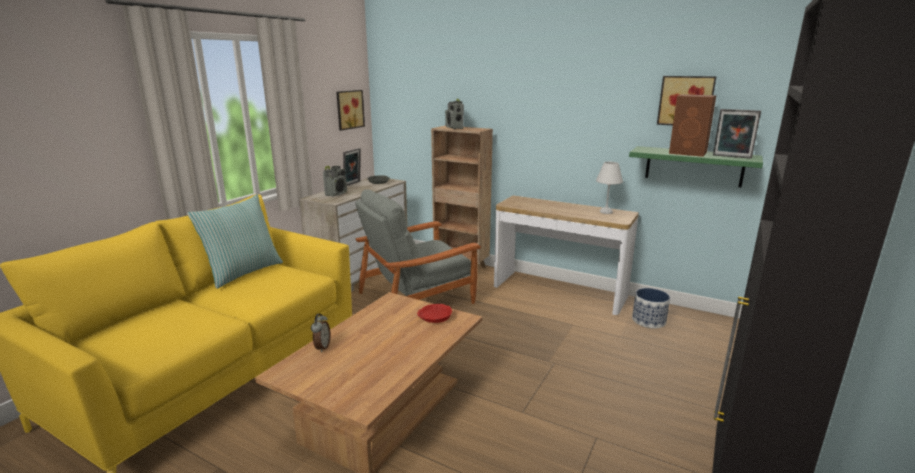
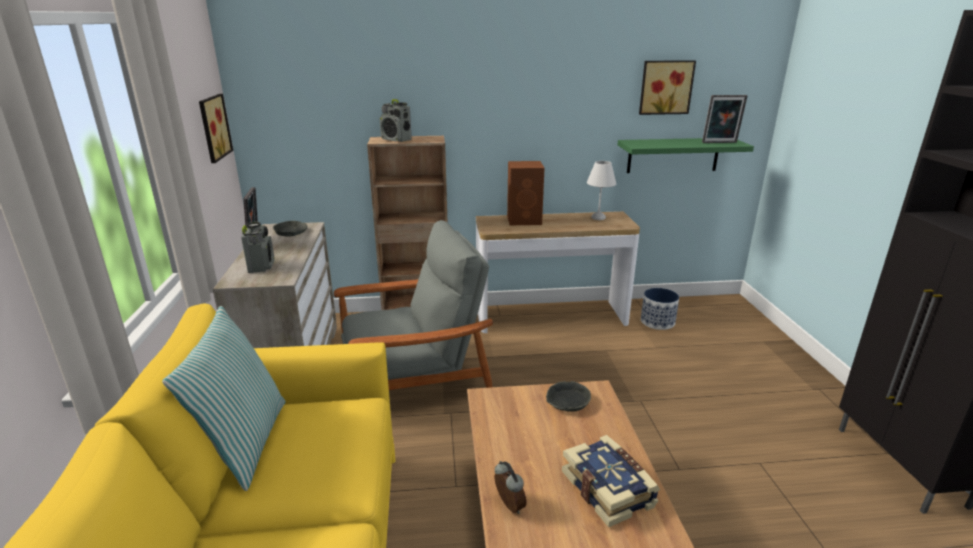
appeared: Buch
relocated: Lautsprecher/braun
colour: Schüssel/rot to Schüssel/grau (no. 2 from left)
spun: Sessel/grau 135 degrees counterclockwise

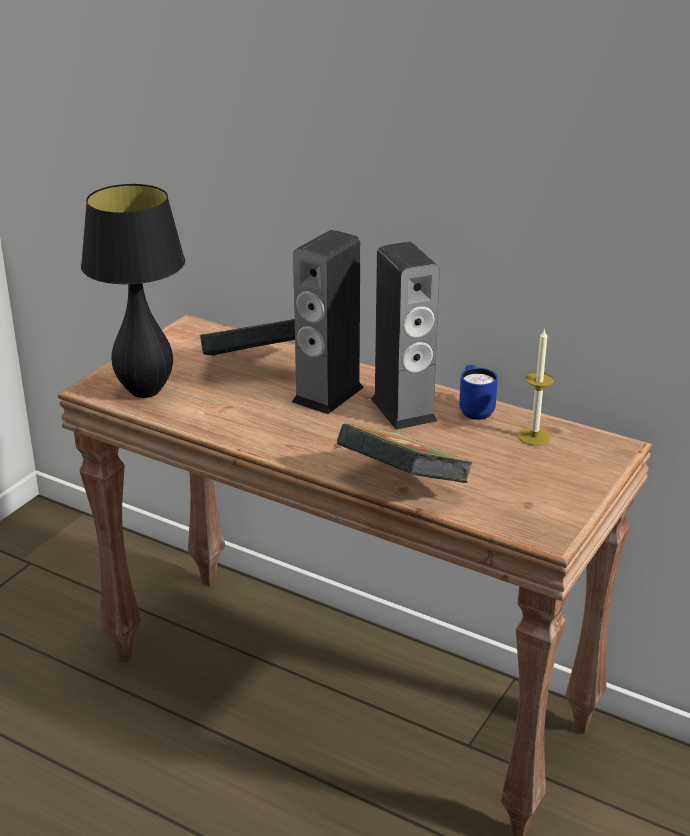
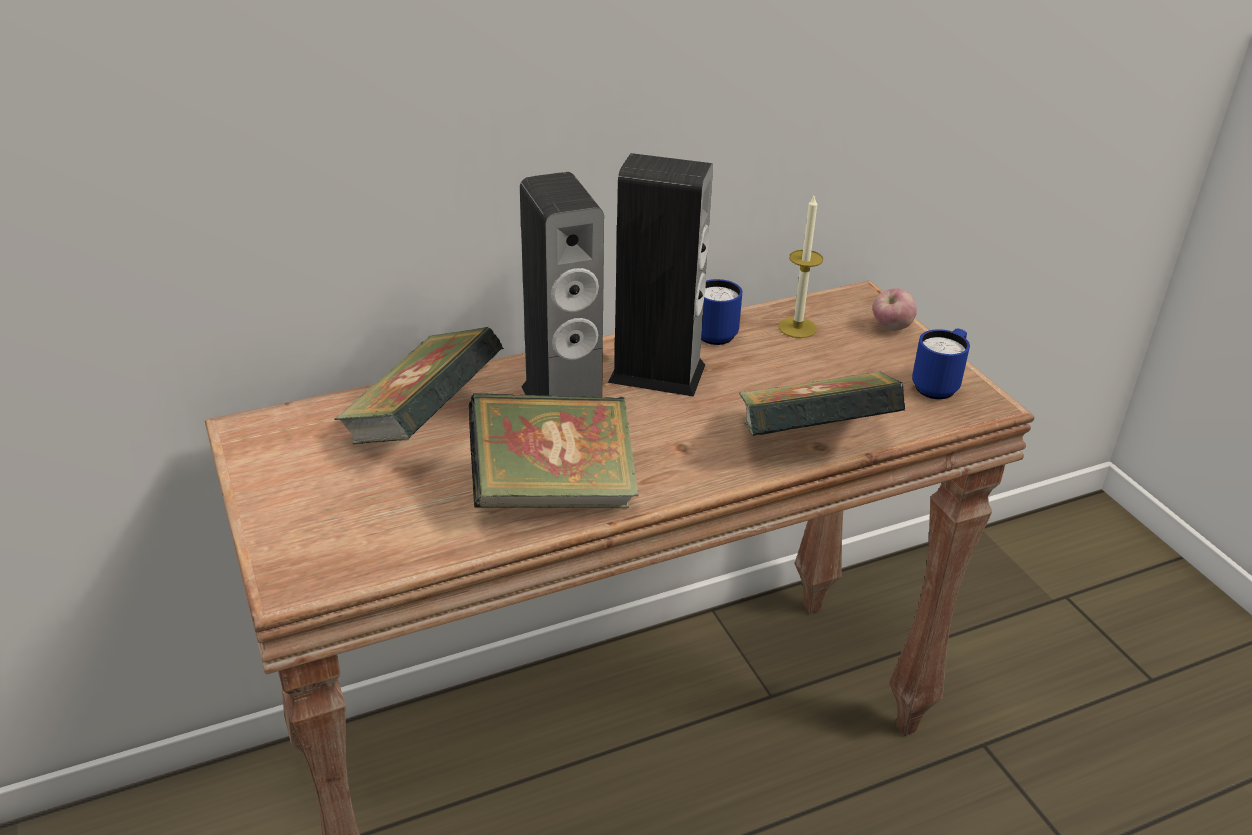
missing: Tischlampe/schwarz
appeared: Buch (no. 2 from left); Apfel; Henkelbecher/blau (no. 2 from left)

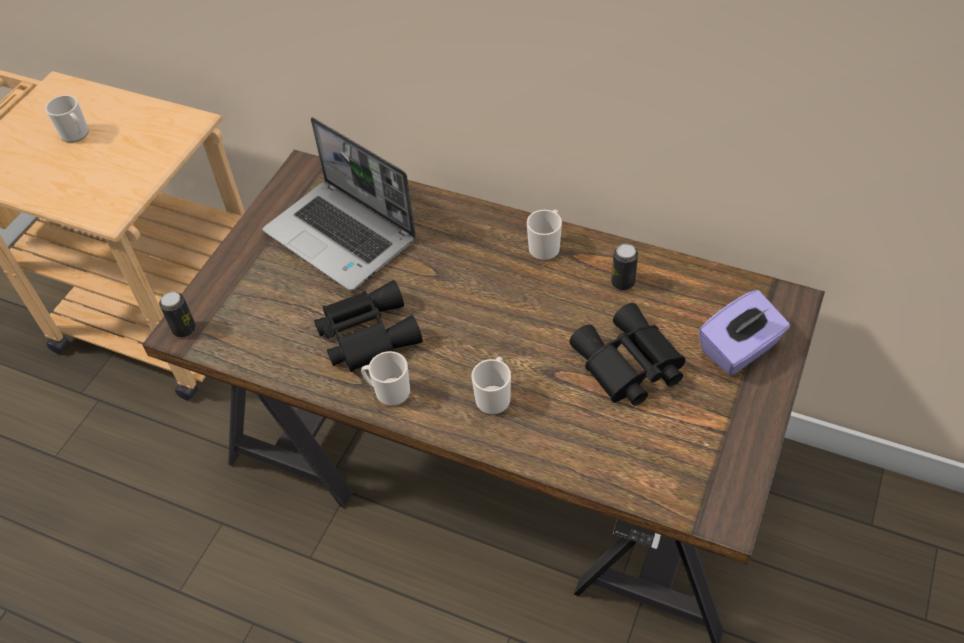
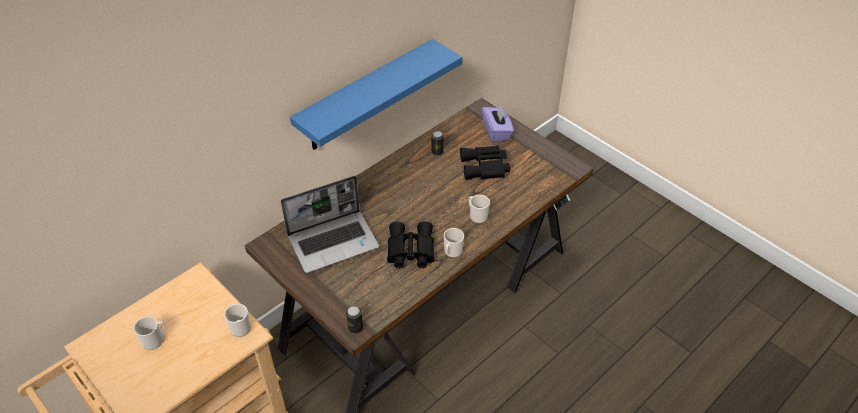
appeared: Wandregal/blau
relocated: Henkelbecher (no. 4 from left in the first image) to Henkelbecher (no. 2 from left)

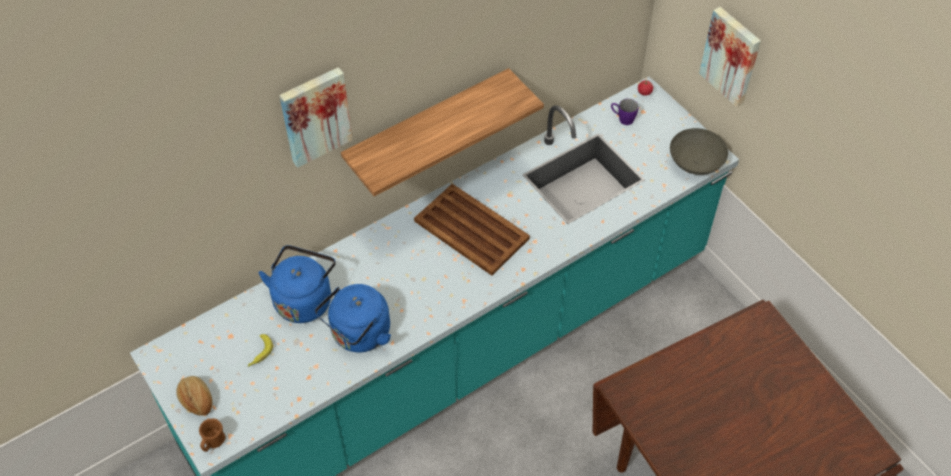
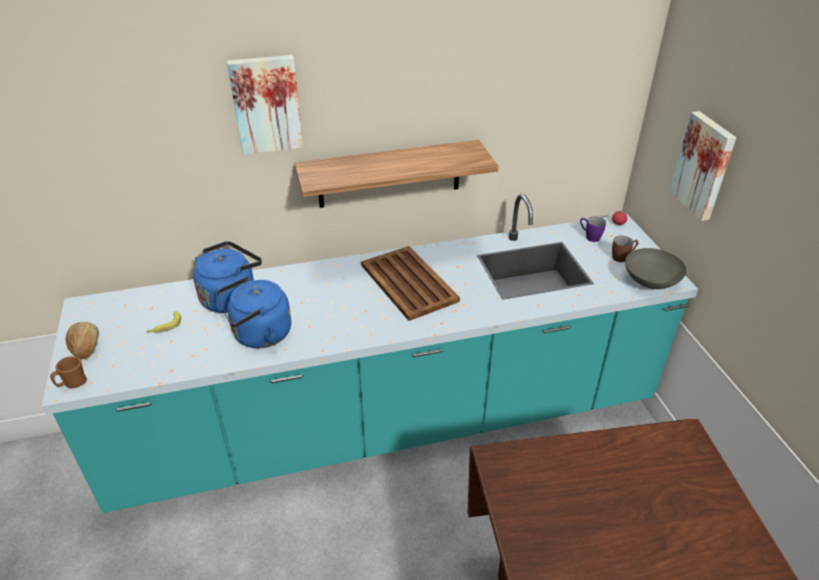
appeared: Henkelbecher/braun (no. 2 from left)

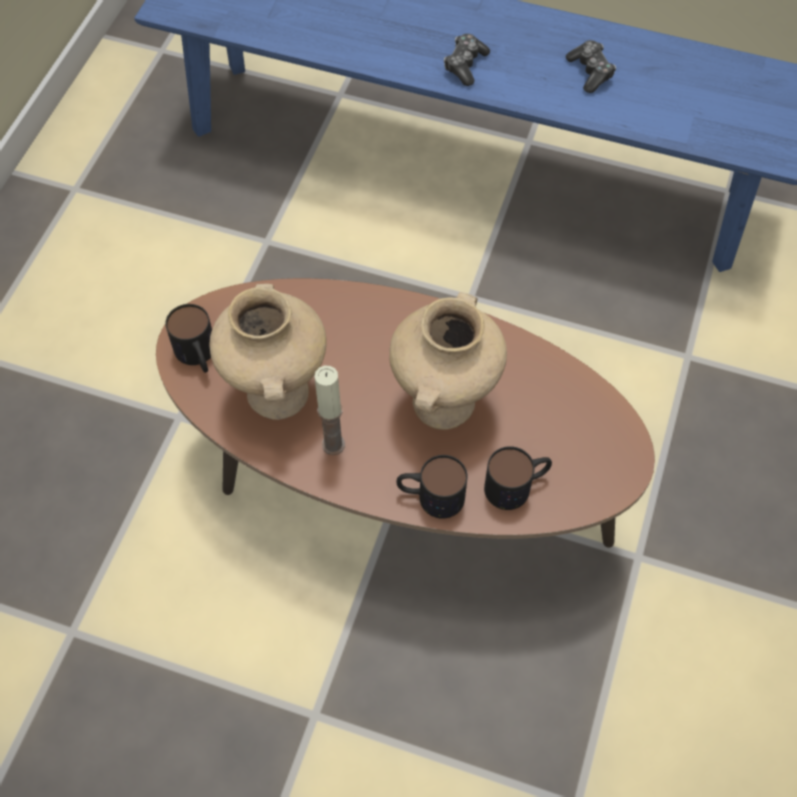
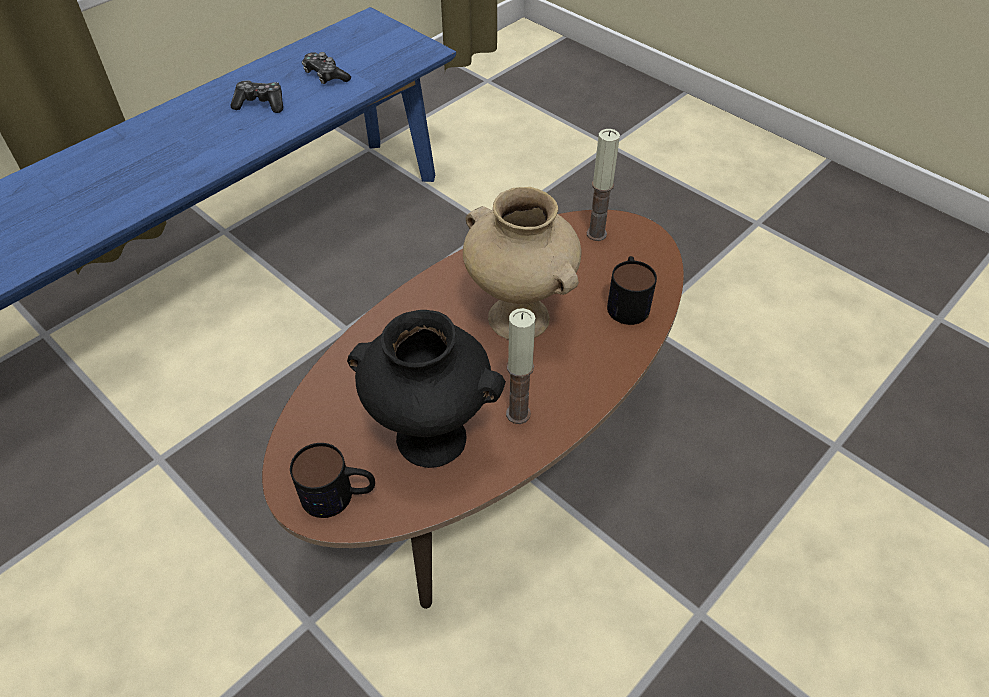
missing: Henkelbecher (no. 2 from left)
appeared: Kerze (no. 2 from left)
relocated: Gamepad (no. 1 from left in the first image) to Gamepad (no. 2 from left)
colour: Vase/beige (no. 1 from left) to Vase/schwarz

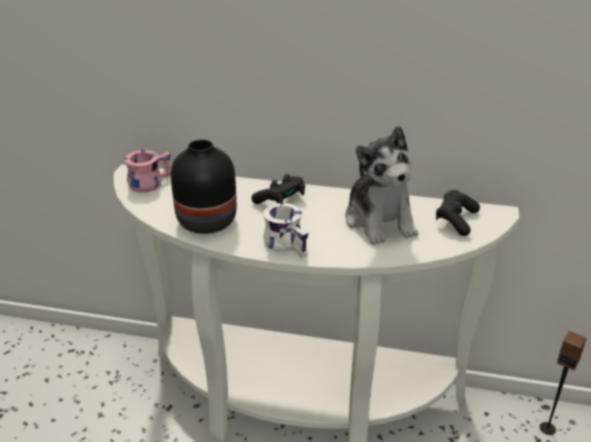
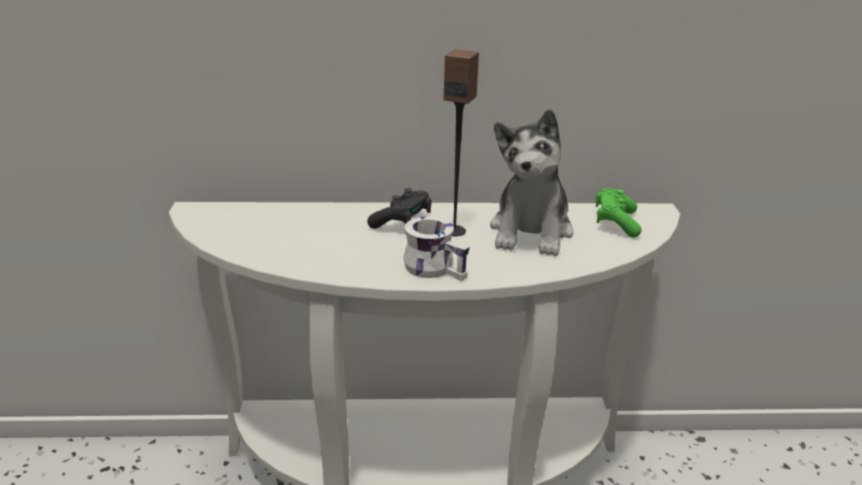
missing: Henkelbecher/rosa; Vase/schwarz
relocated: Lautsprecher
colour: Gamepad/schwarz (no. 2 from left) to Gamepad/grün
spun: Plüschtier 45 degrees clockwise

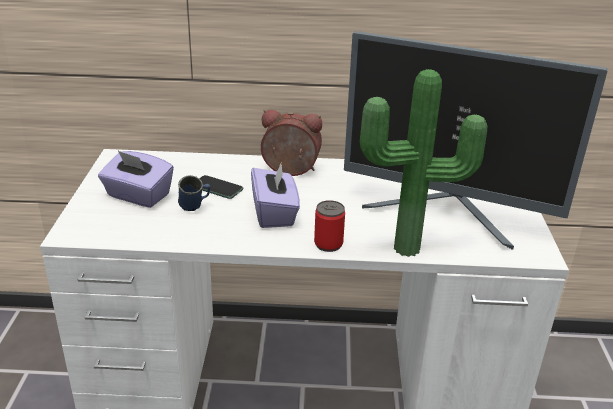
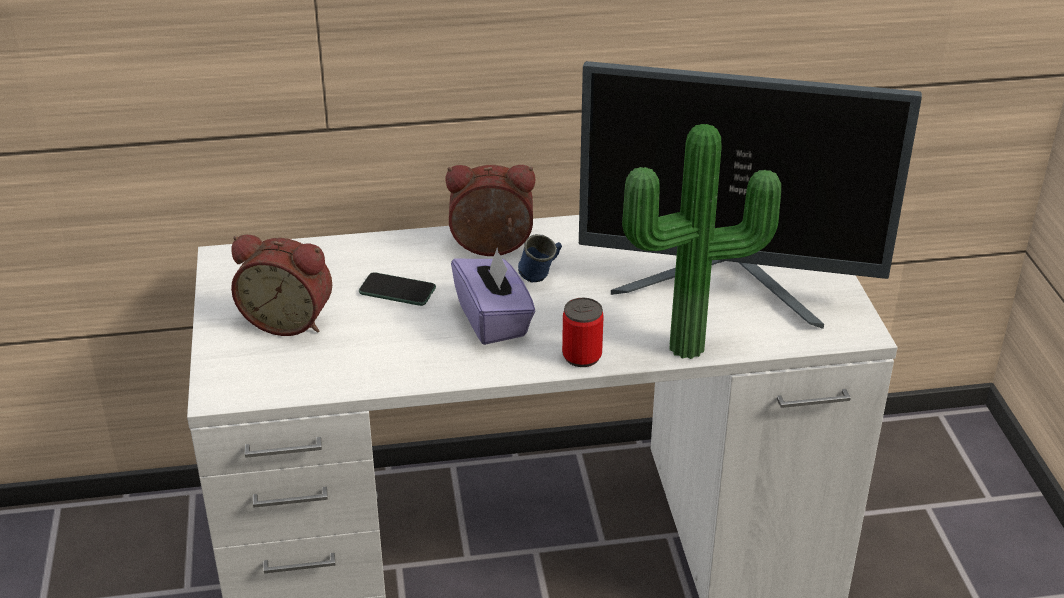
relocated: Henkelbecher/blau
exchanged: Taschentuchbox/lila (no. 1 from left) to Wecker (no. 1 from left)

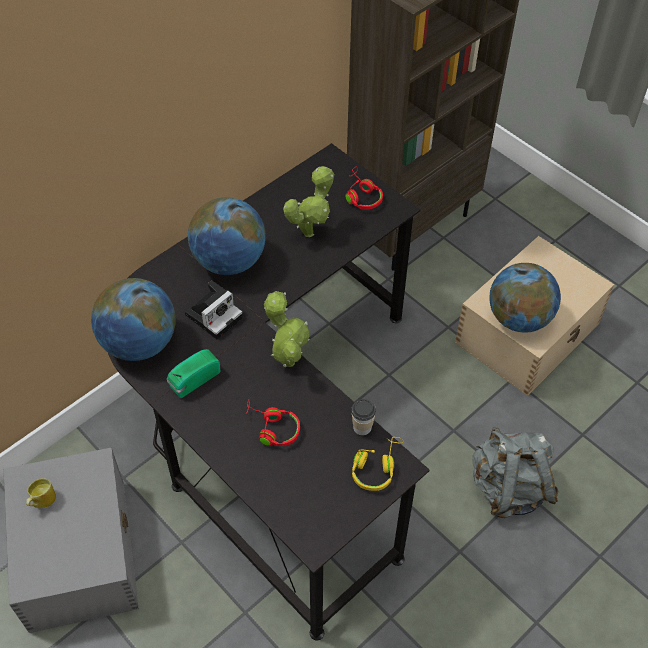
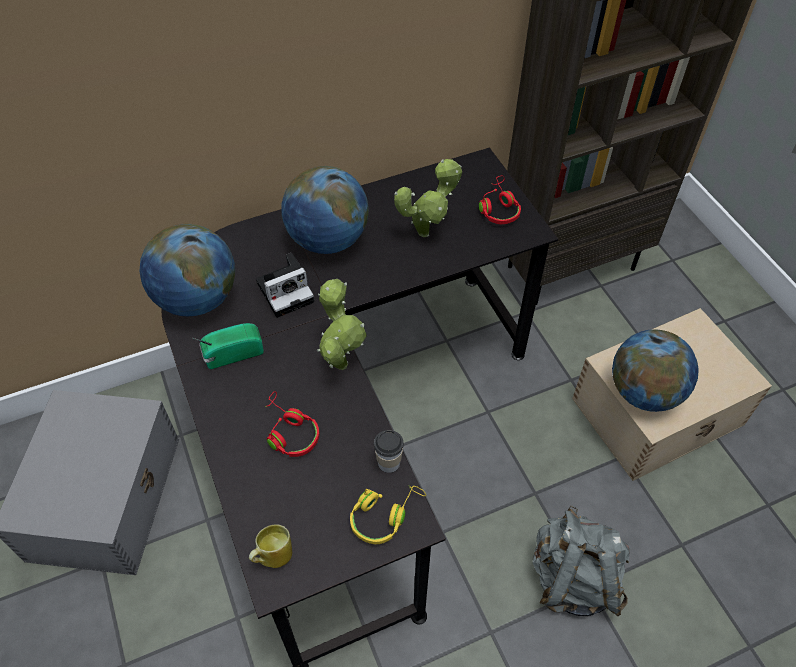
relocated: Henkelbecher

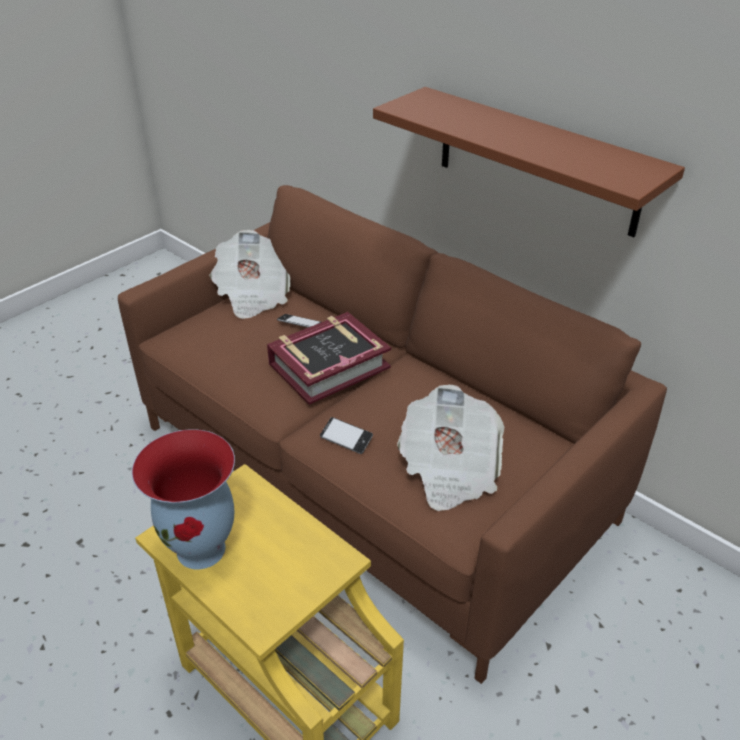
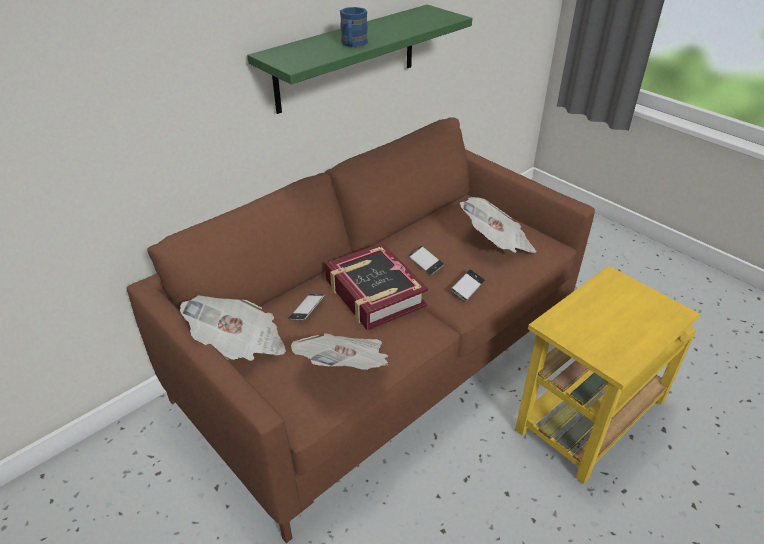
missing: Vase
appeared: Zeitung (no. 2 from left); Henkelbecher/blau; Handy (no. 2 from left)
colour: Wandregal/braun to Wandregal/grün

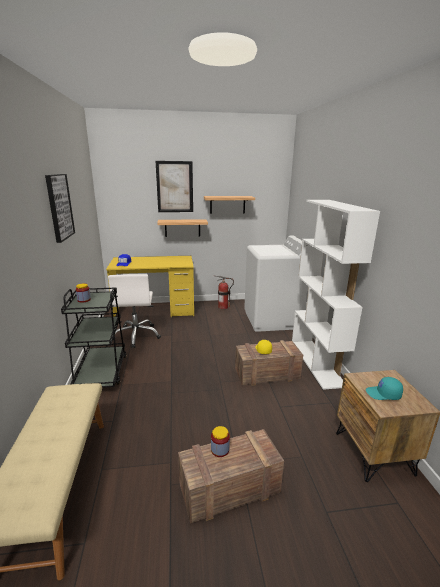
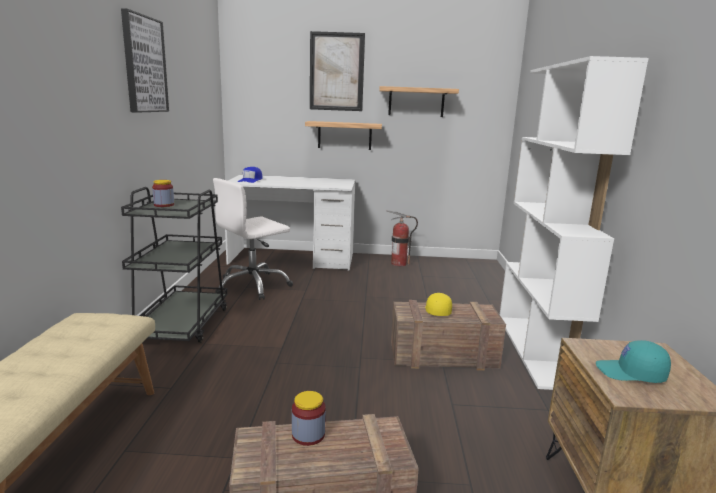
missing: Waschmaschine/weiß
colour: Schreibtisch/gelb to Schreibtisch/weiß
spun: Bürostuhl/weiß 45 degrees clockwise

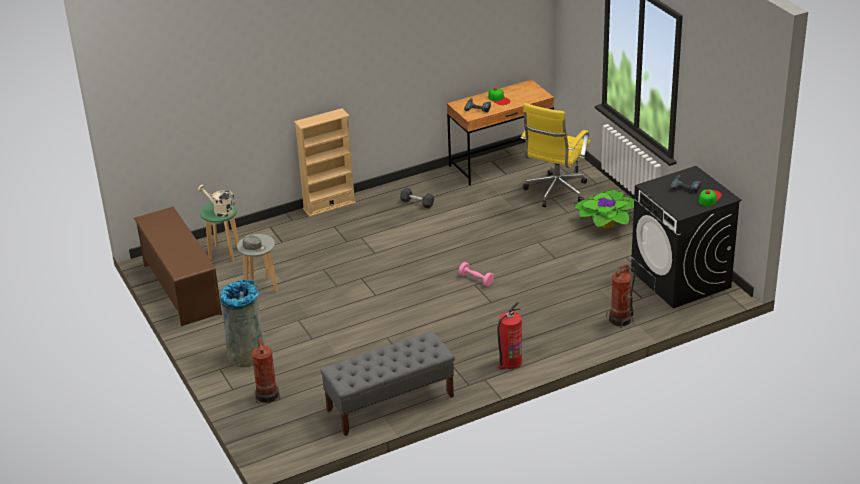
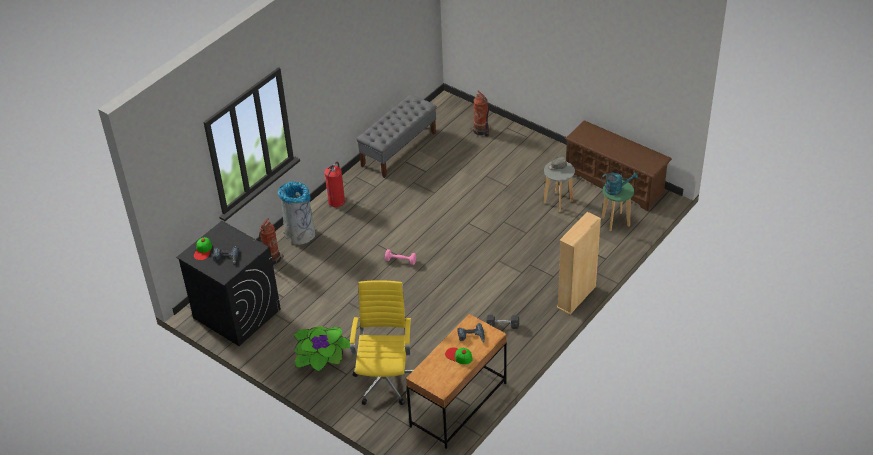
relocated: Mülleimer/grau
colour: Gießkanne/beige to Gießkanne/türkis

